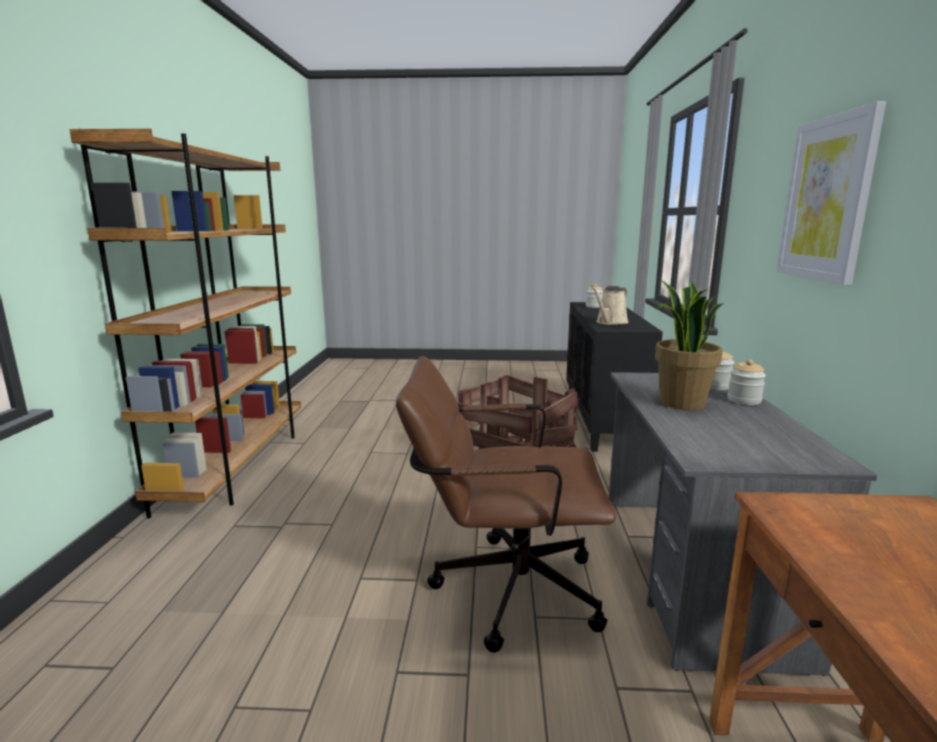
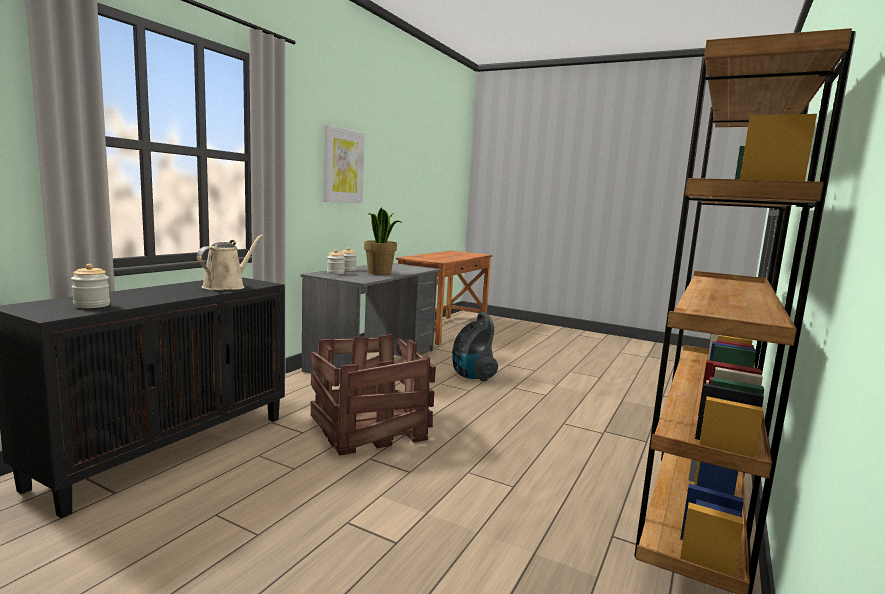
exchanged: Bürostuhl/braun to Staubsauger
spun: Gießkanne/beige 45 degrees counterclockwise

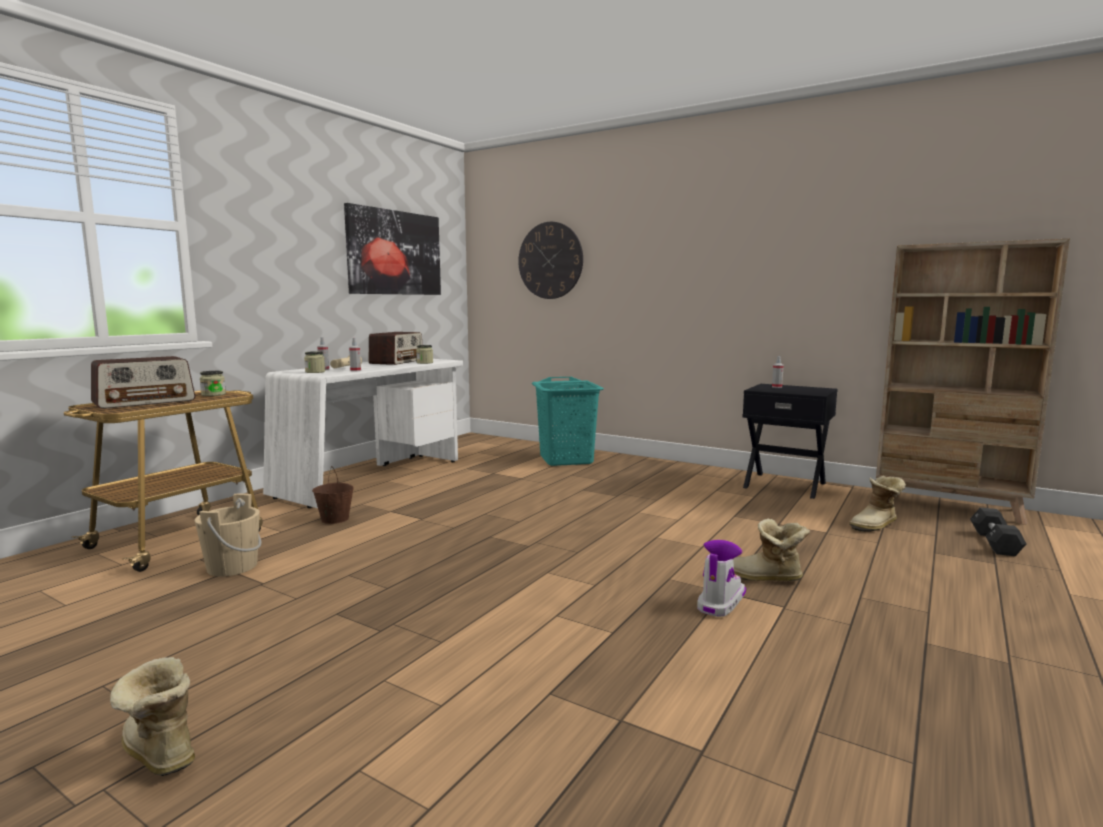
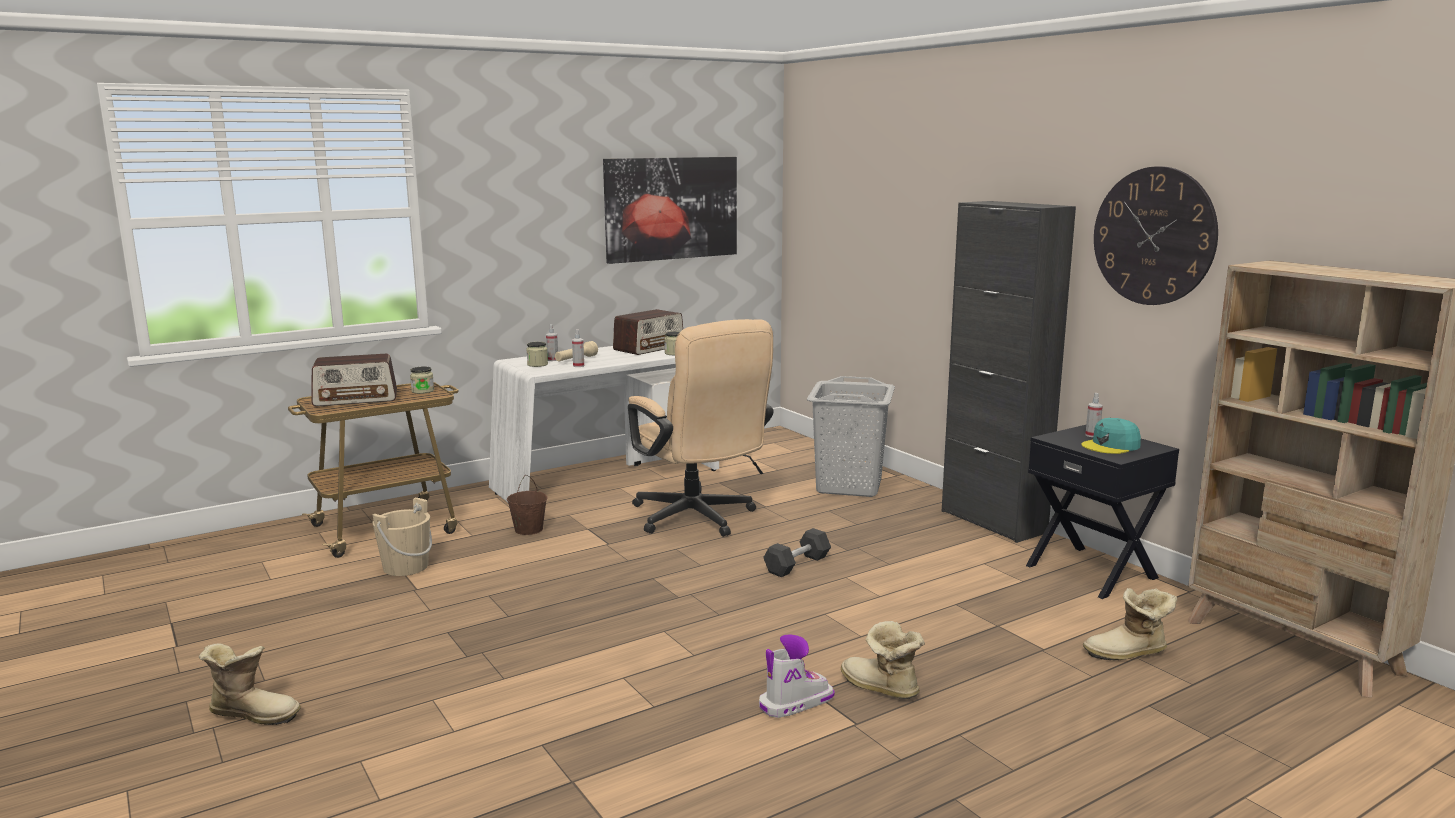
appeared: Bürostuhl/beige; Schrank/schwarz; Kappe/türkis
relocated: Wanduhr; Hantel/schwarz
colour: Wäschekorb/türkis to Wäschekorb/grau
spun: Stiefel (no. 1 from left) 120 degrees clockwise

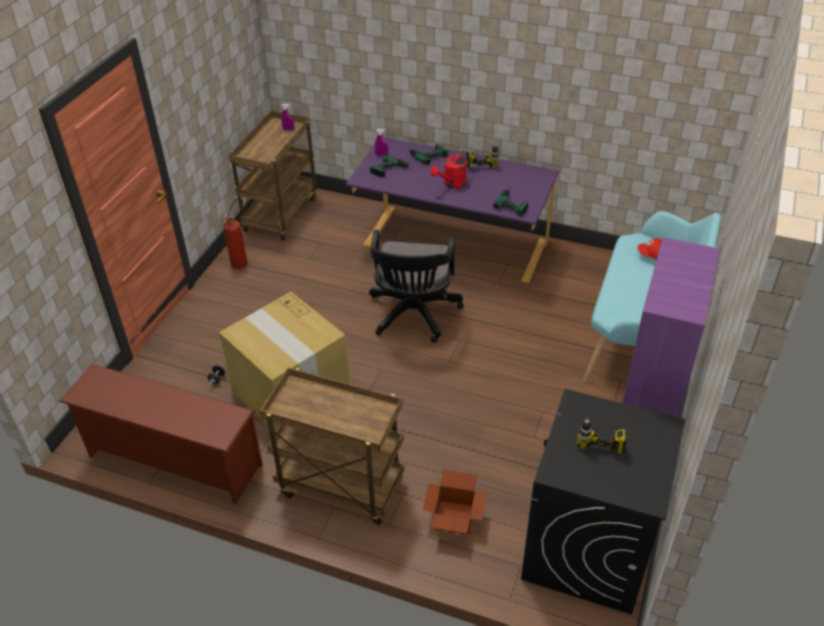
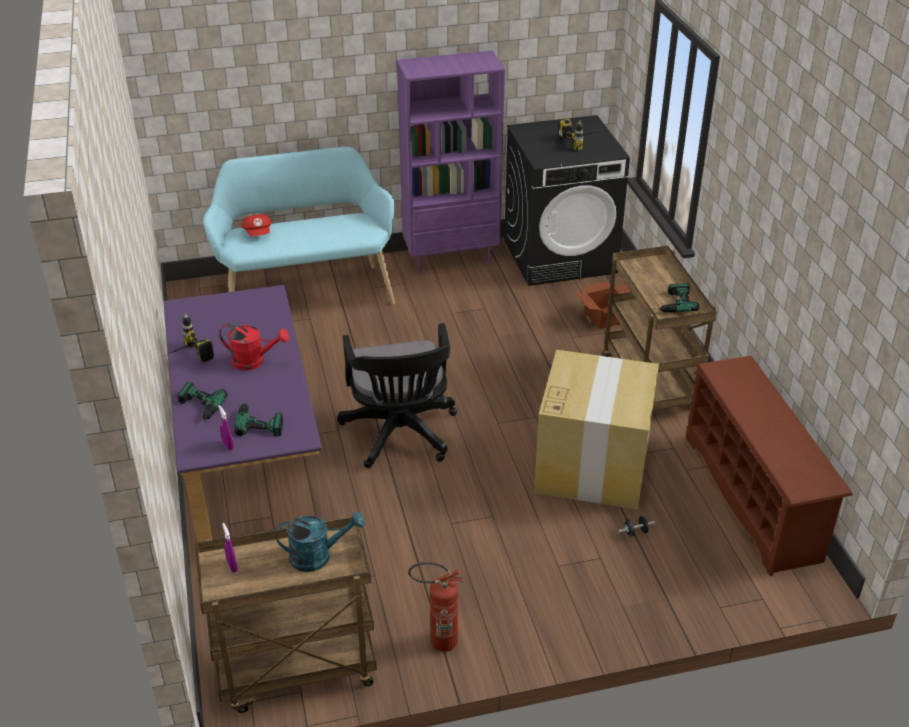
appeared: Gießkanne/türkis
relocated: Bohrmaschine (no. 4 from left in the first image) to Bohrmaschine (no. 5 from left)
spun: Bürostuhl/schwarz 105 degrees clockwise

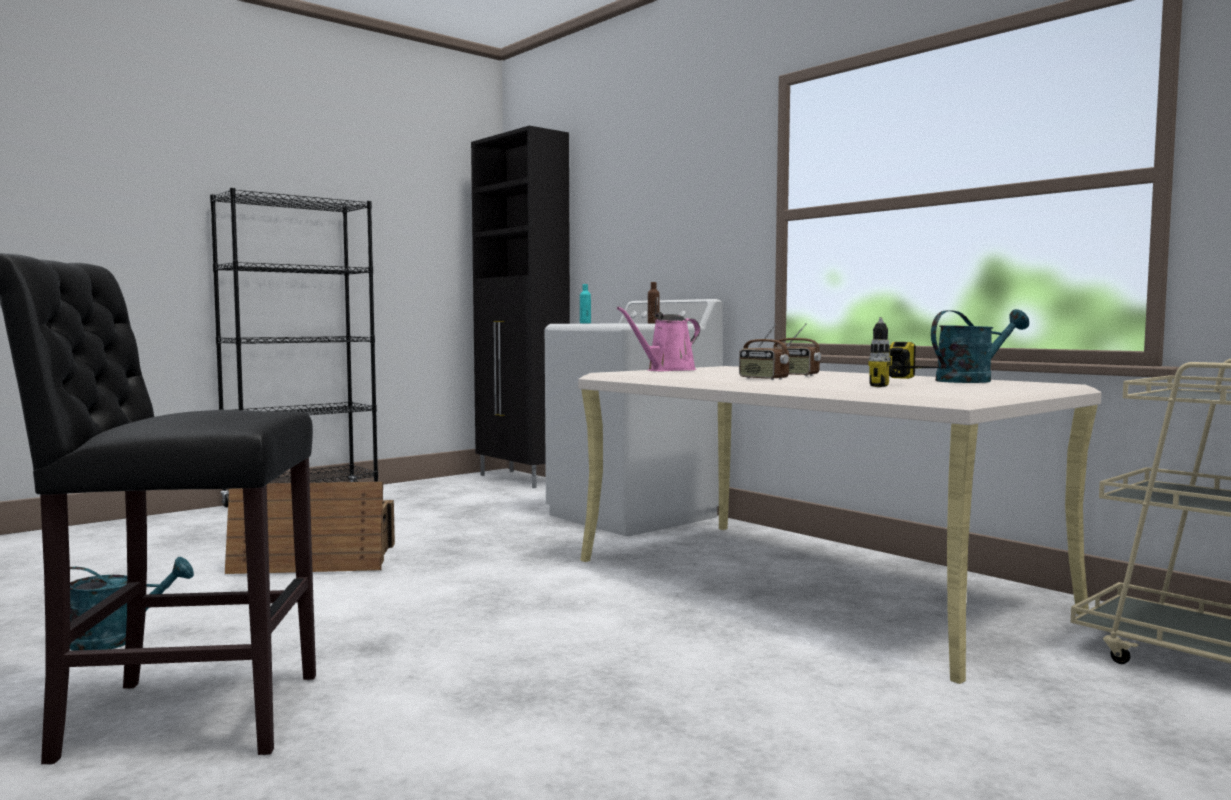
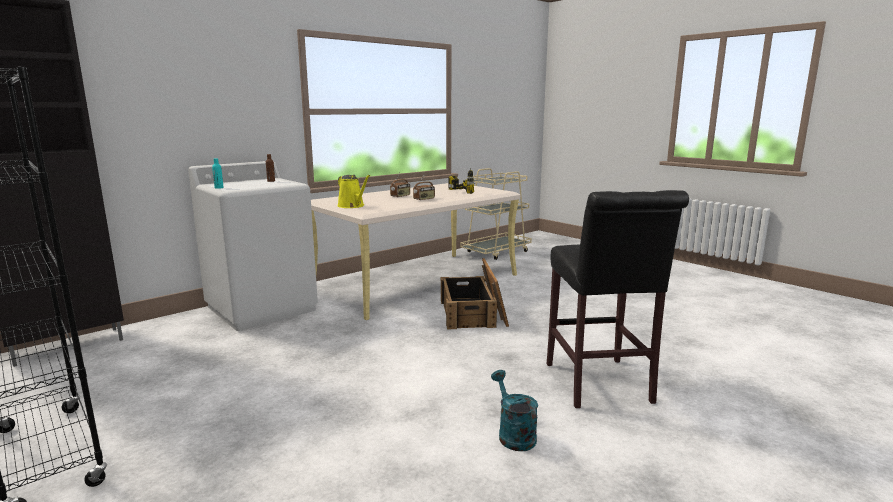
missing: Gießkanne/türkis (no. 2 from left)
relocated: Kiste
colour: Gießkanne/rosa to Gießkanne/gelb

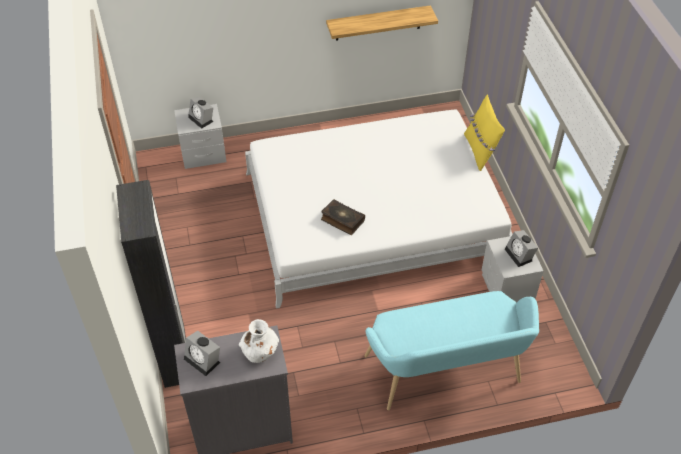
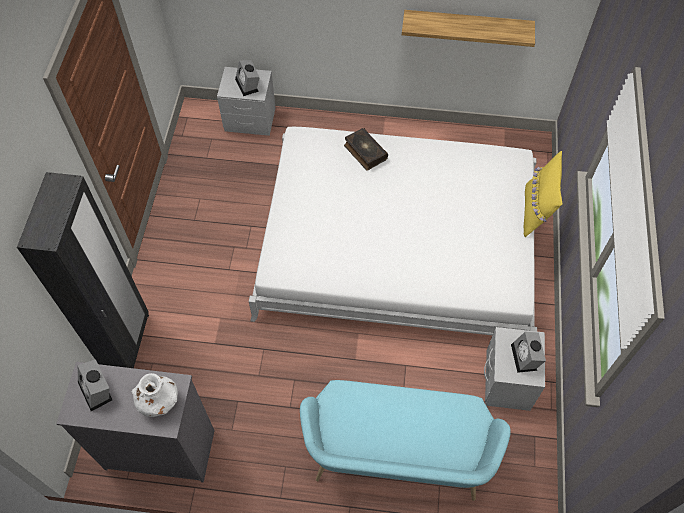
relocated: Buch

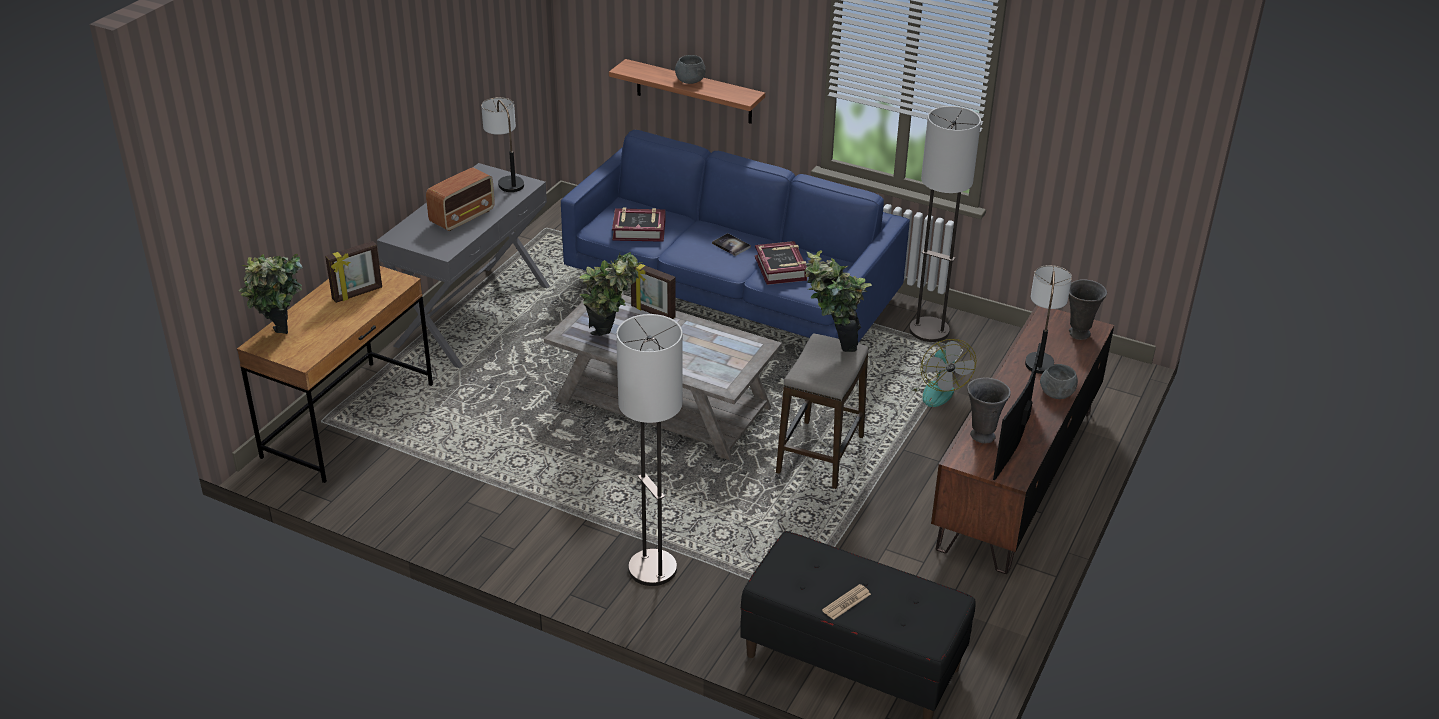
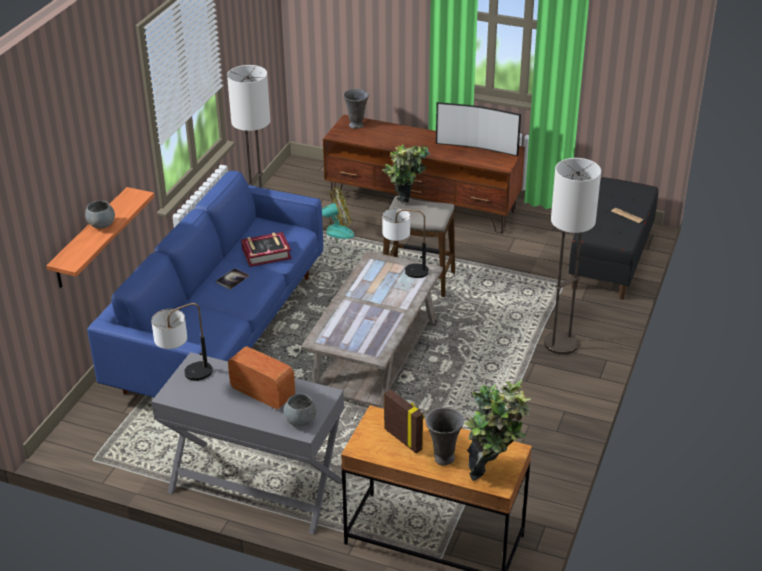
missing: Topfpflanze (no. 2 from left); Buch (no. 1 from left); Bilderrahmen (no. 2 from left)
relocated: Vase/grau (no. 1 from left in the first image) to Vase/grau (no. 2 from left); Tischlampe (no. 2 from left); Schüssel/grau (no. 2 from left)

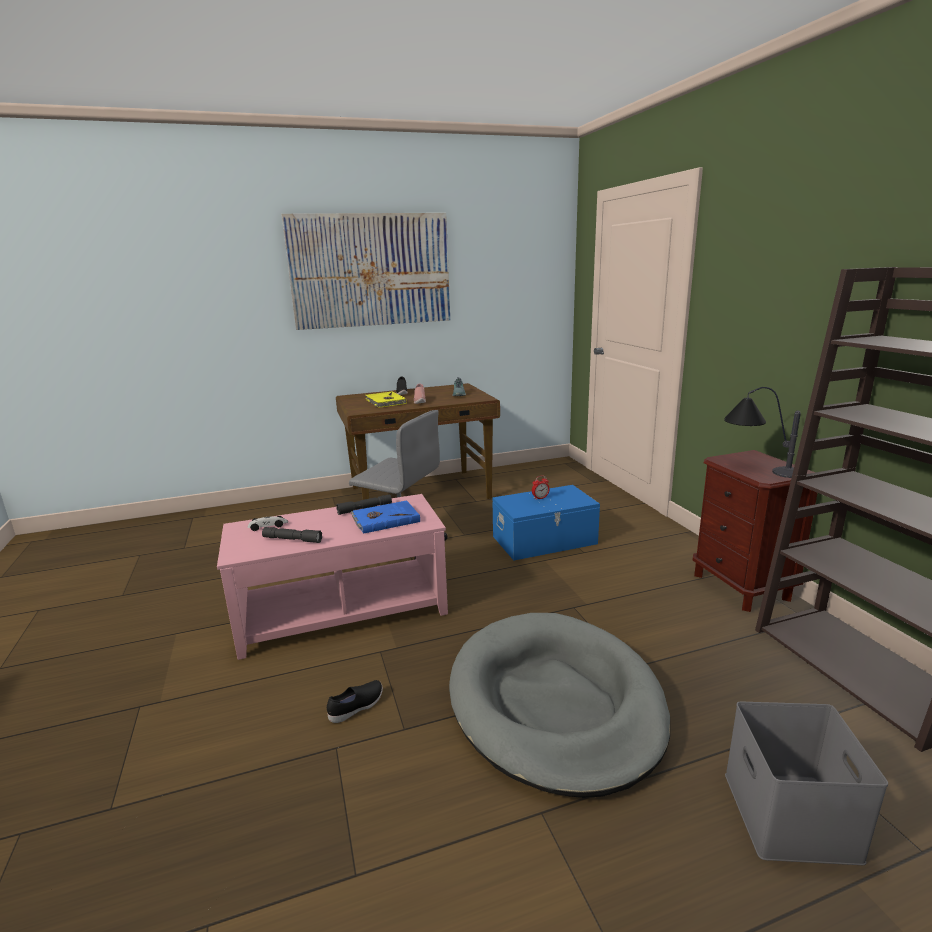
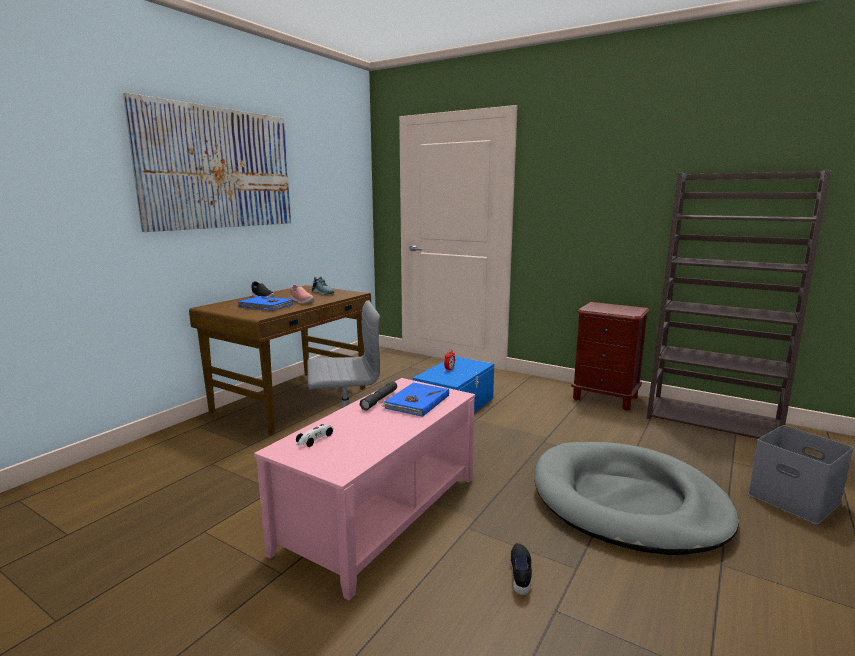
missing: Taschenlampe/grau (no. 1 from left); Tischlampe
colour: Buch/gelb to Buch/blau (no. 1 from left)

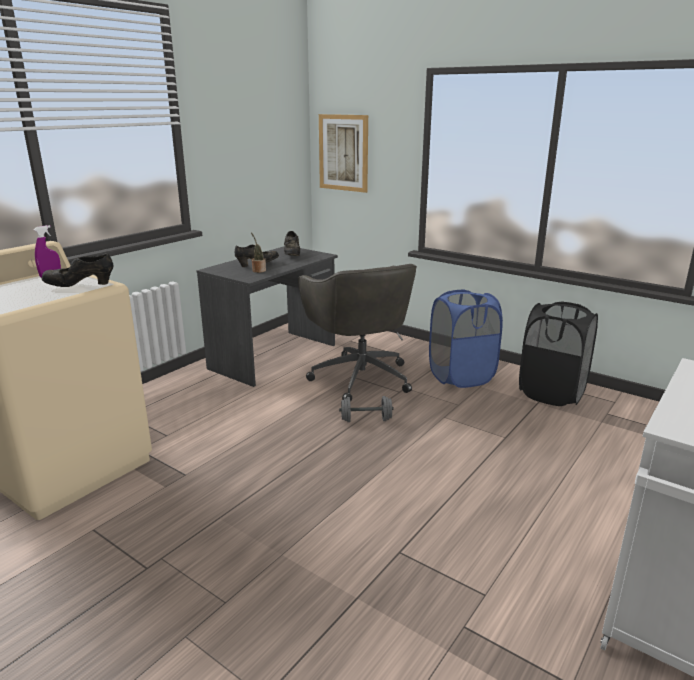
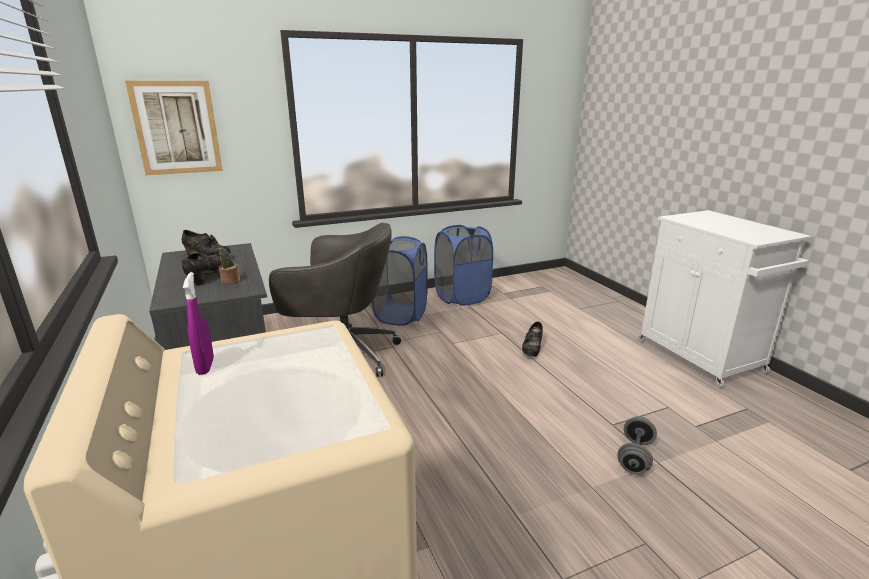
relocated: Schuh/schwarz (no. 1 from left in the first image) to Schuh/schwarz (no. 3 from left); Hantel/grau
colour: Wäschekorb/schwarz to Wäschekorb/blau (no. 2 from left)

